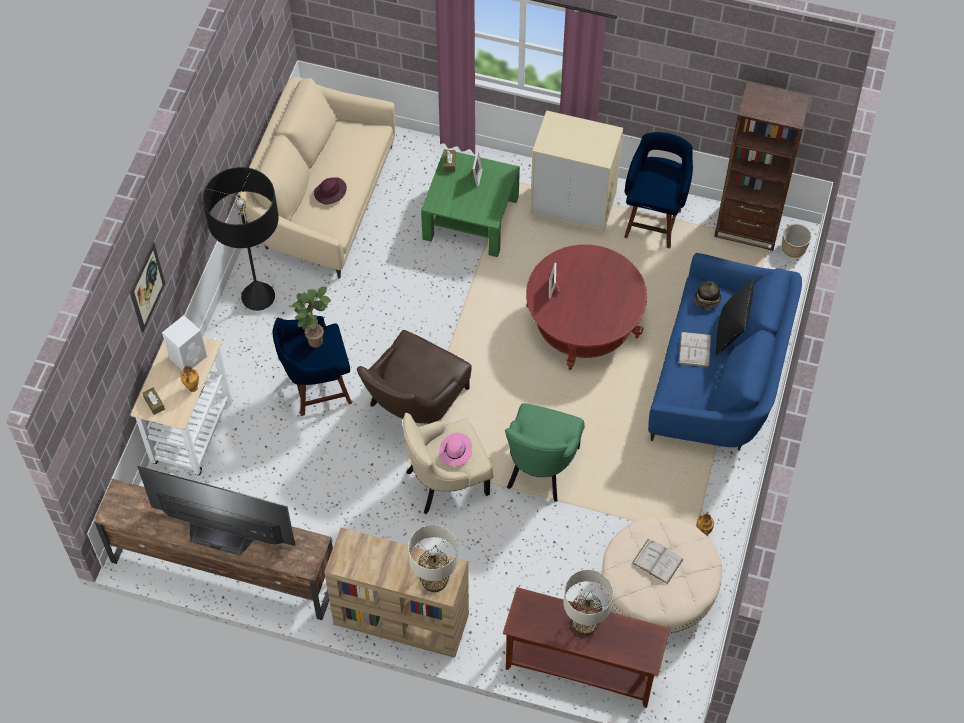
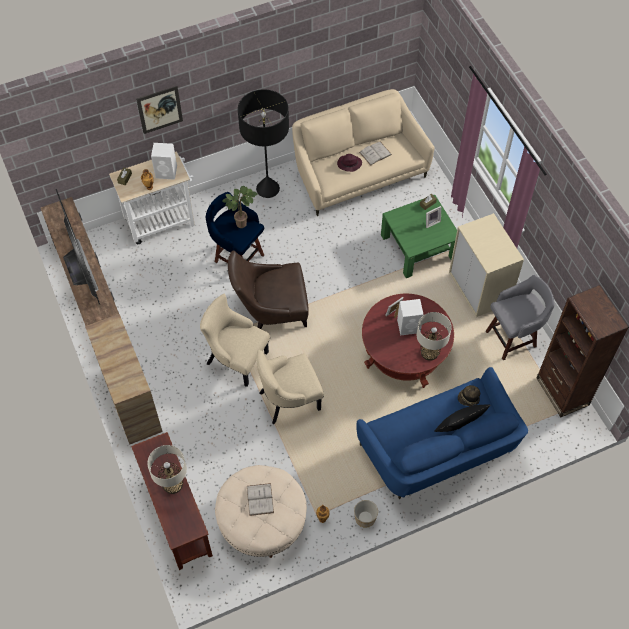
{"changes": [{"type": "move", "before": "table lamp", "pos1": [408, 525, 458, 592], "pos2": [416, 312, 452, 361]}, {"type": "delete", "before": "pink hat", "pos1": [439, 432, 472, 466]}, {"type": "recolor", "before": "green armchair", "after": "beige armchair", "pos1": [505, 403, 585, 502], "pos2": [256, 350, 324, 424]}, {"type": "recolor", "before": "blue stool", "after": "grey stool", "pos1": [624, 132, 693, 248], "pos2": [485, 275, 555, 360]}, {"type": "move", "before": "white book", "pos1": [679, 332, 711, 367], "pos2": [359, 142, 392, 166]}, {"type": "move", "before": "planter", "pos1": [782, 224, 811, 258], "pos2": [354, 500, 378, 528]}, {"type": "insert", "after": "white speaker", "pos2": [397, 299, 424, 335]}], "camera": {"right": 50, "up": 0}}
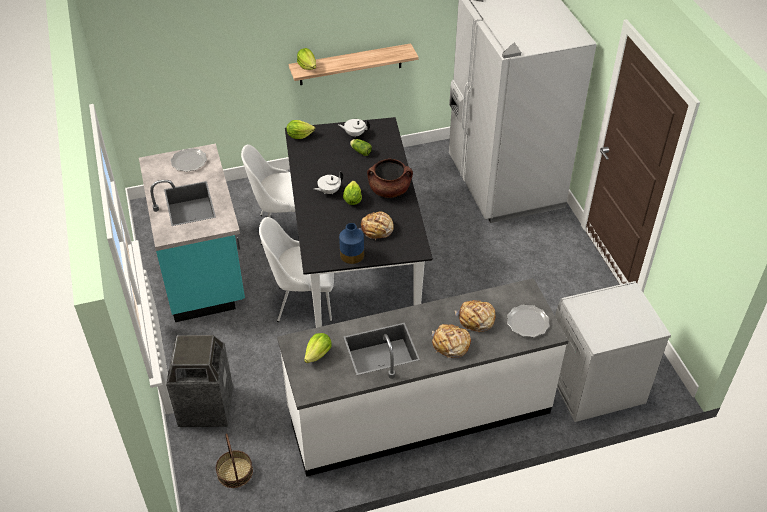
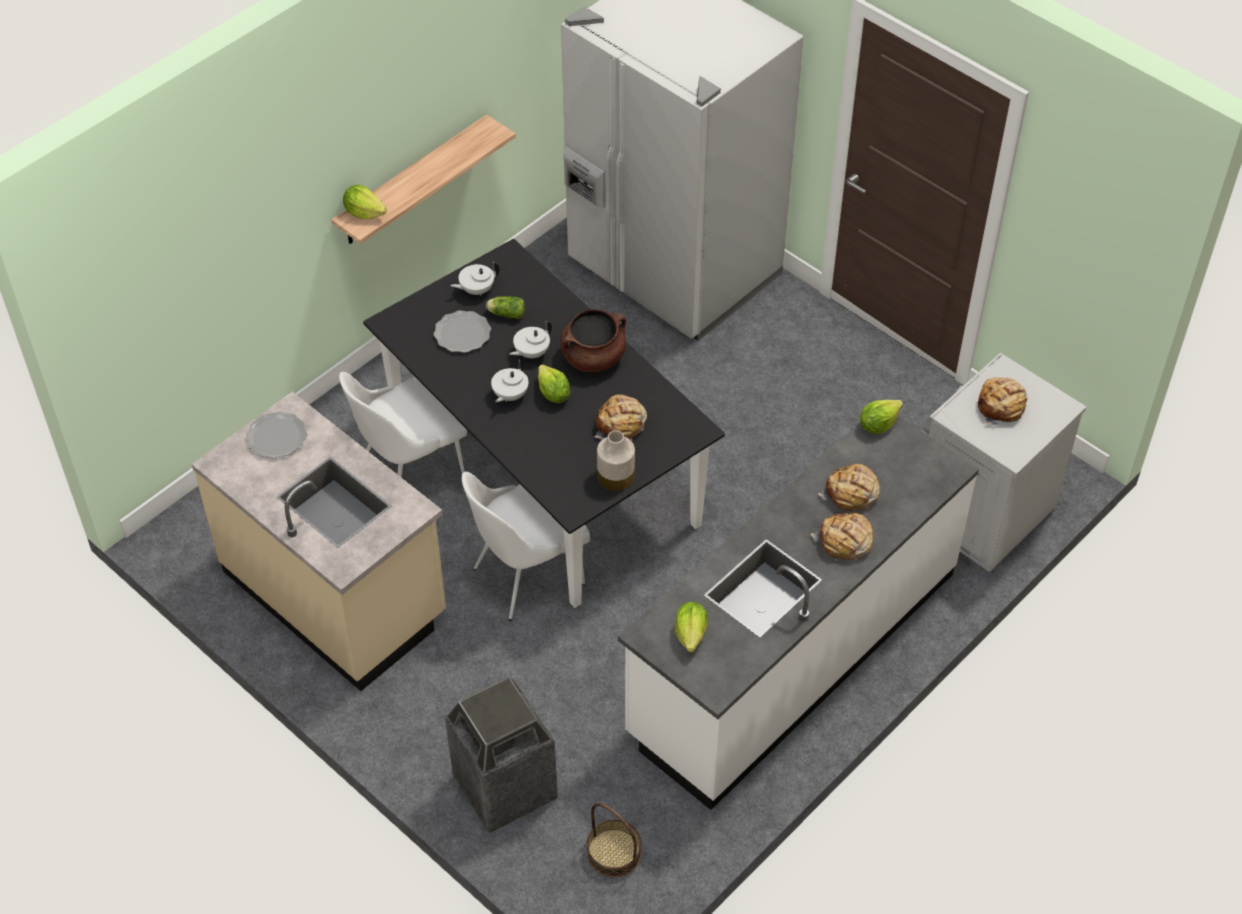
{"changes": [{"type": "recolor", "before": "turquoise counter", "after": "beige counter", "pos1": [139, 144, 245, 322], "pos2": [192, 392, 446, 691]}, {"type": "move", "before": "lettuce", "pos1": [286, 120, 315, 139], "pos2": [860, 400, 903, 434]}, {"type": "recolor", "before": "blue vase", "after": "beige vase", "pos1": [339, 223, 364, 264], "pos2": [597, 431, 635, 491]}, {"type": "move", "before": "plate", "pos1": [507, 305, 549, 337], "pos2": [434, 310, 491, 353]}, {"type": "insert", "after": "white teapot", "pos2": [509, 321, 552, 358]}, {"type": "insert", "after": "bread", "pos2": [978, 377, 1027, 425]}], "camera": {"right": -30, "up": 5}}
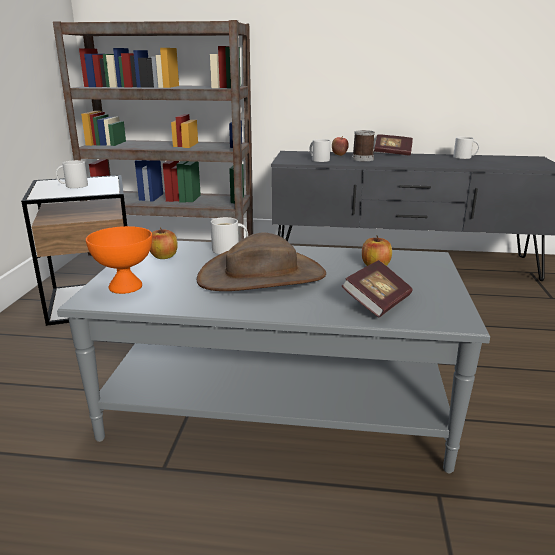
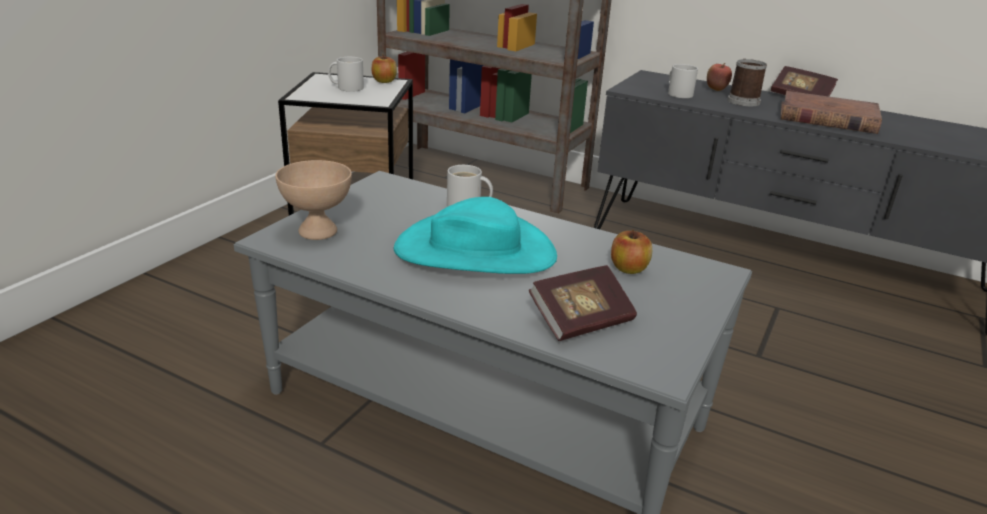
{"changes": [{"type": "recolor", "before": "orange bowl", "after": "beige bowl", "pos1": [86, 226, 152, 294], "pos2": [275, 160, 352, 240]}, {"type": "move", "before": "apple", "pos1": [150, 227, 177, 259], "pos2": [372, 54, 397, 83]}, {"type": "recolor", "before": "brown hat", "after": "turquoise hat", "pos1": [197, 232, 326, 291], "pos2": [394, 197, 557, 274]}, {"type": "delete", "before": "white mug", "pos1": [453, 137, 479, 159]}, {"type": "insert", "after": "brown book", "pos2": [781, 91, 882, 134]}], "camera": {"right": 20, "up": 5}}
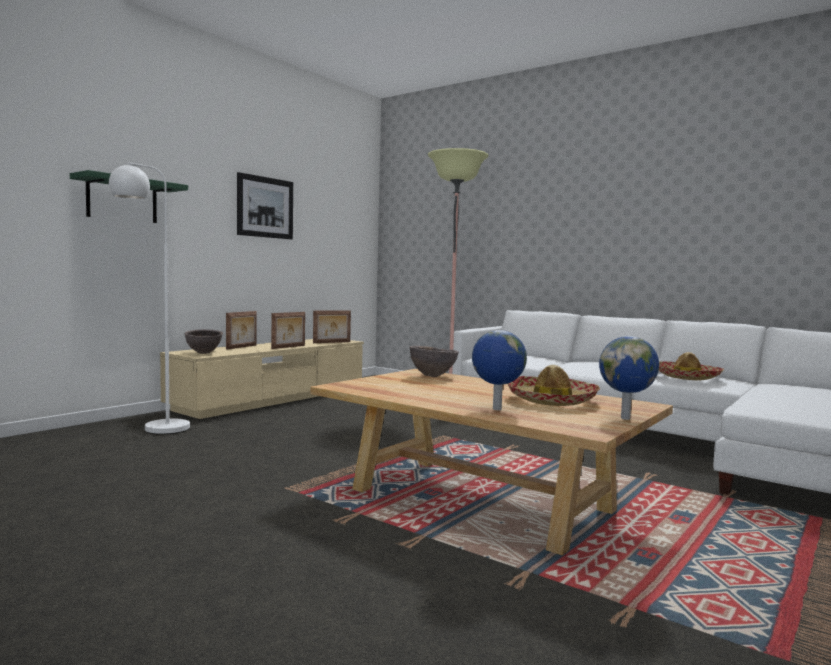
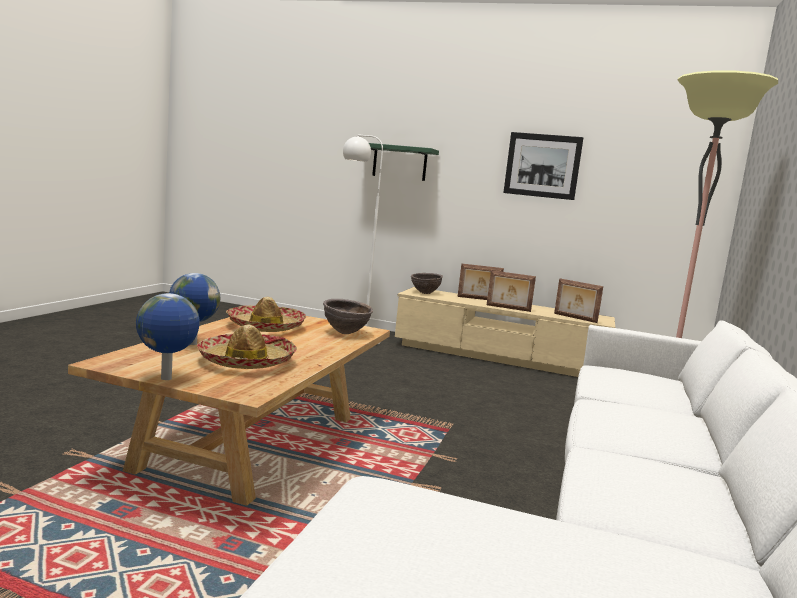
{"changes": [{"type": "move", "before": "hat", "pos1": [659, 352, 724, 380], "pos2": [226, 297, 306, 332]}], "camera": {"right": 70, "up": 5}}
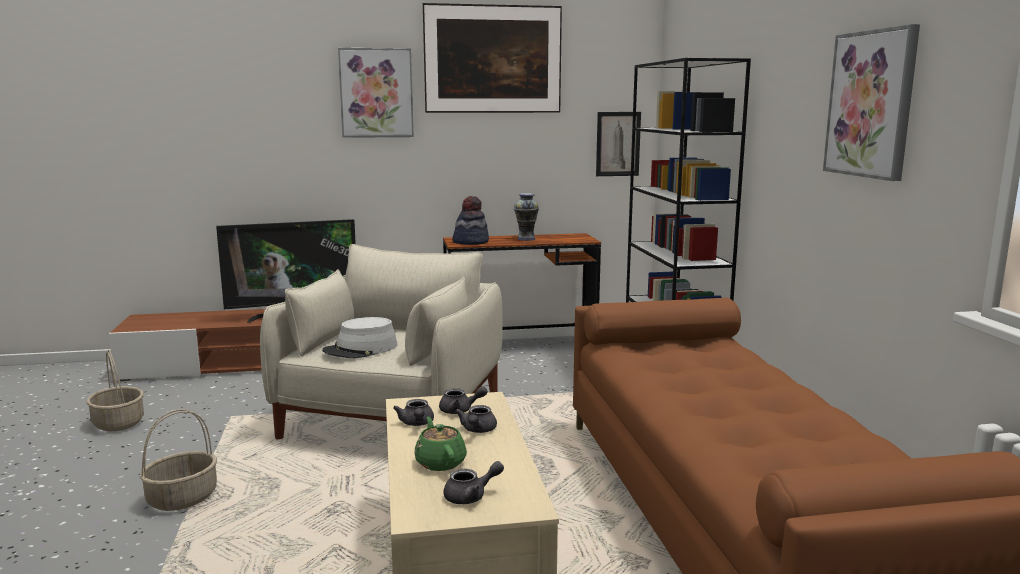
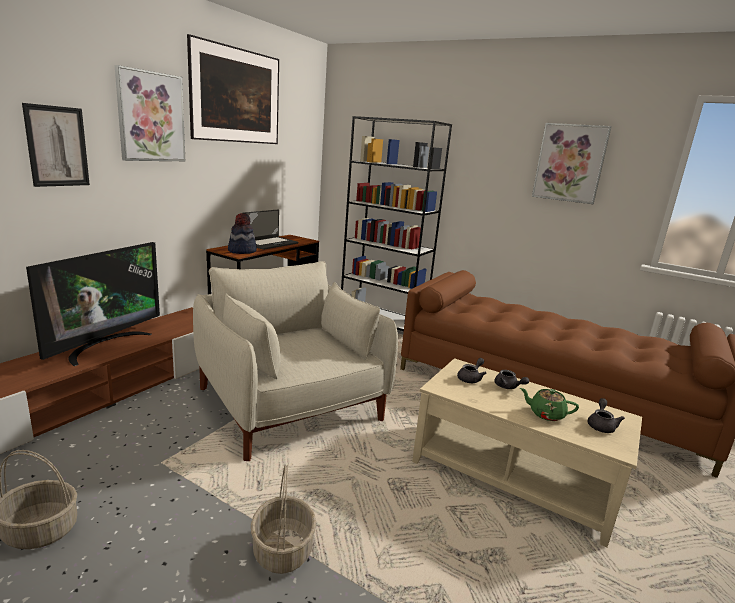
{"changes": [{"type": "delete", "before": "grey hat", "pos1": [322, 317, 398, 358]}, {"type": "delete", "before": "grey teapot", "pos1": [393, 399, 434, 426]}, {"type": "replace", "before": "vase", "after": "laptop", "pos1": [514, 193, 539, 241], "pos2": [244, 210, 298, 250]}, {"type": "move", "before": "picture", "pos1": [596, 112, 641, 176], "pos2": [22, 103, 90, 187]}], "camera": {"right": -50, "up": 5}}
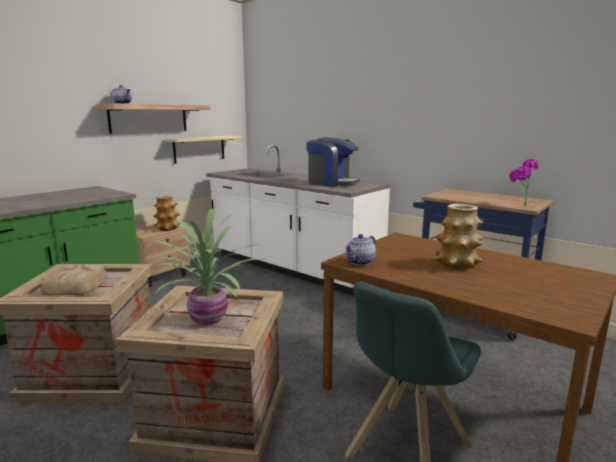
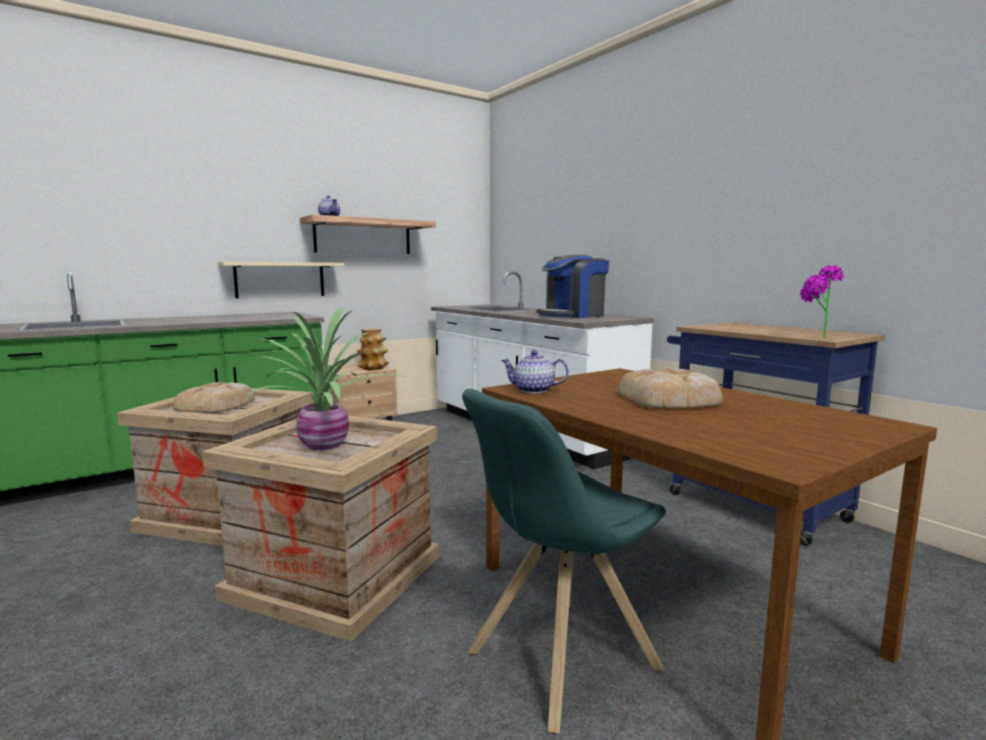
{"changes": [{"type": "move", "before": "beige shelf", "pos1": [164, 136, 242, 164], "pos2": [218, 262, 344, 298]}, {"type": "rotate", "before": "coffee machine", "pos1": [306, 137, 360, 187], "pos2": [536, 255, 609, 318], "turn": 105}, {"type": "rotate", "before": "teapot", "pos1": [345, 234, 376, 266], "pos2": [501, 351, 569, 393], "turn": 45}, {"type": "replace", "before": "vase", "after": "bread", "pos1": [435, 204, 483, 269], "pos2": [618, 369, 723, 409]}], "camera": {"right": 15, "up": -5}}
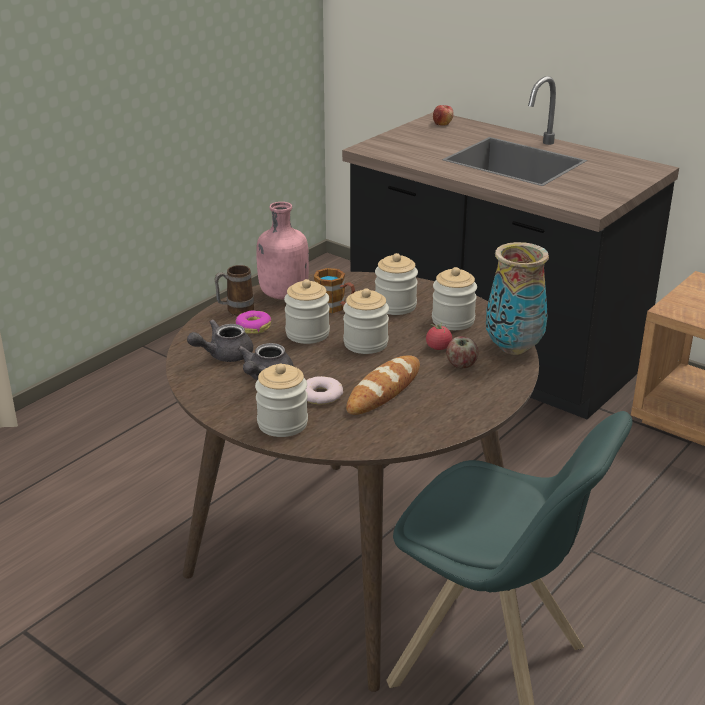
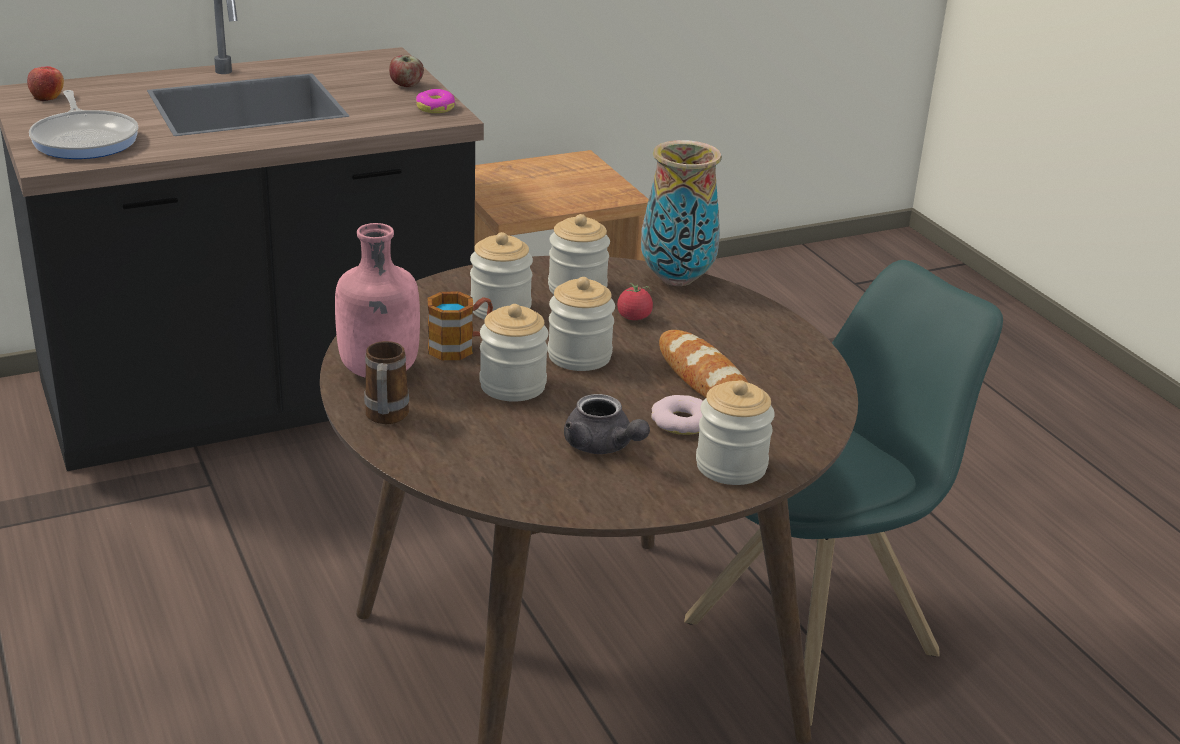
{"changes": [{"type": "delete", "before": "grey teapot", "pos1": [187, 319, 253, 362]}, {"type": "move", "before": "donut", "pos1": [236, 310, 271, 334], "pos2": [416, 89, 456, 113]}, {"type": "move", "before": "apple", "pos1": [446, 336, 479, 368], "pos2": [389, 55, 424, 87]}, {"type": "insert", "after": "frying pan", "pos2": [29, 90, 139, 159]}], "camera": {"right": -65, "up": 0}}
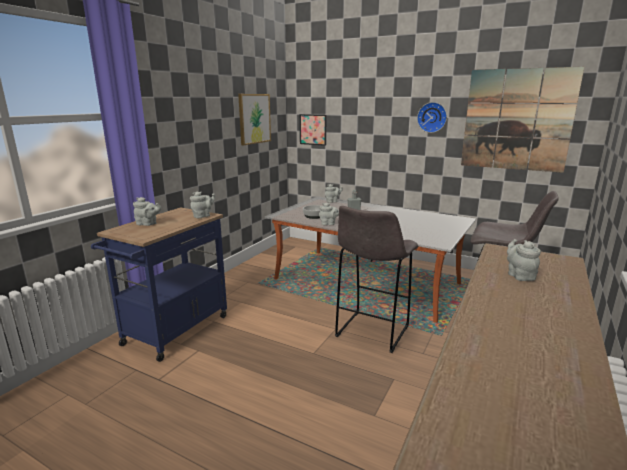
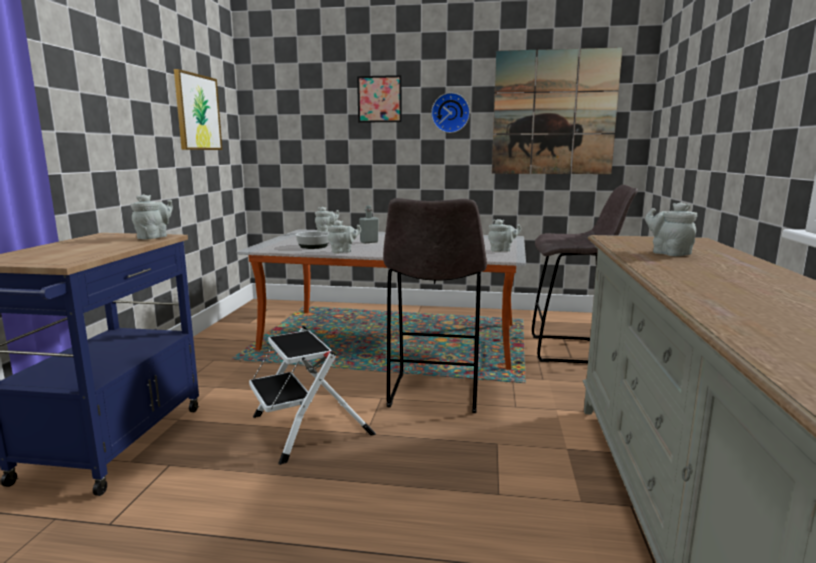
{"changes": [{"type": "move", "before": "grey teapot", "pos1": [133, 197, 161, 226], "pos2": [488, 219, 521, 252]}, {"type": "move", "before": "picture", "pos1": [300, 114, 326, 146], "pos2": [357, 75, 402, 122]}, {"type": "insert", "after": "step ladder", "pos2": [249, 326, 376, 465]}], "camera": {"right": -20, "up": -5}}
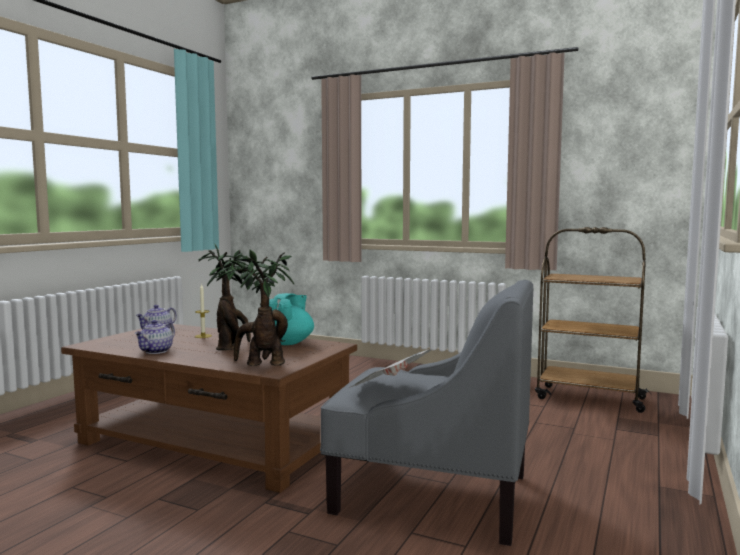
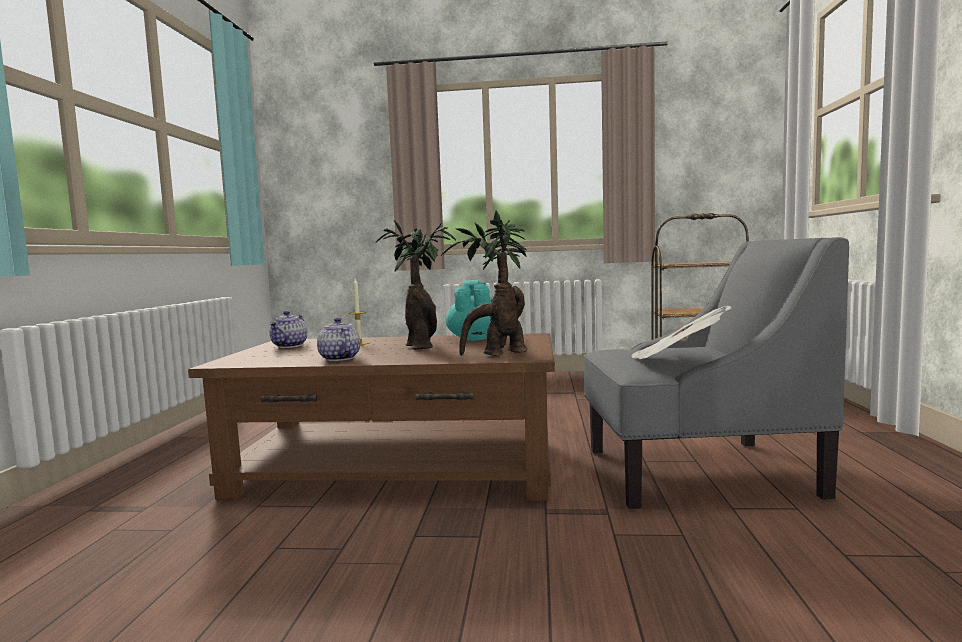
{"changes": [{"type": "rotate", "before": "teapot", "pos1": [134, 320, 175, 354], "pos2": [317, 318, 360, 361], "turn": 150}], "camera": {"right": -20, "up": 0}}
